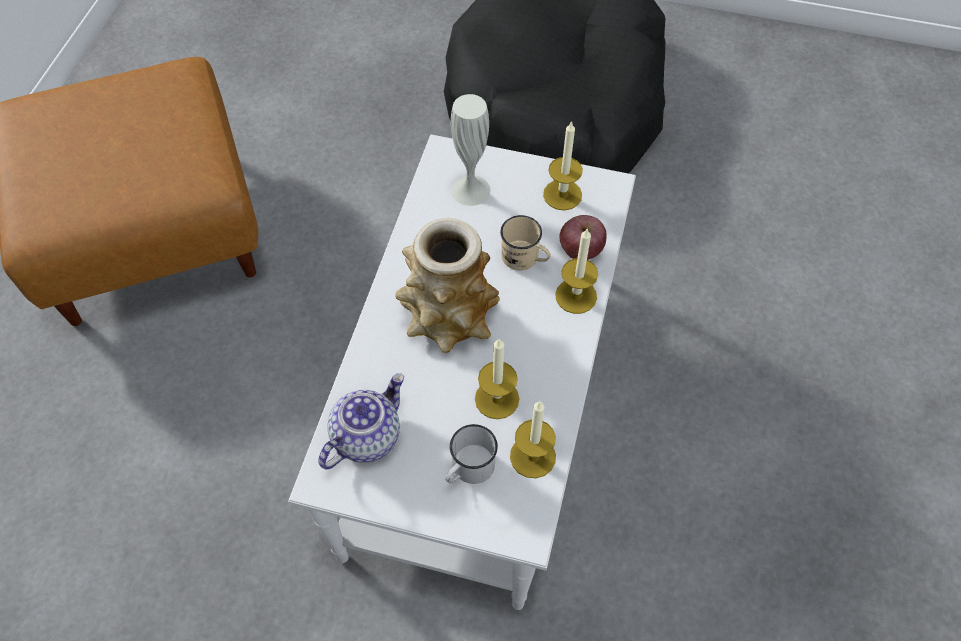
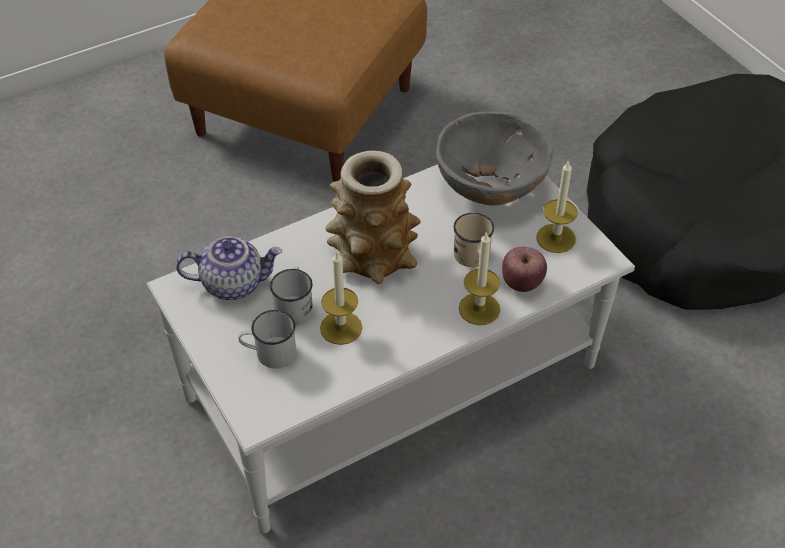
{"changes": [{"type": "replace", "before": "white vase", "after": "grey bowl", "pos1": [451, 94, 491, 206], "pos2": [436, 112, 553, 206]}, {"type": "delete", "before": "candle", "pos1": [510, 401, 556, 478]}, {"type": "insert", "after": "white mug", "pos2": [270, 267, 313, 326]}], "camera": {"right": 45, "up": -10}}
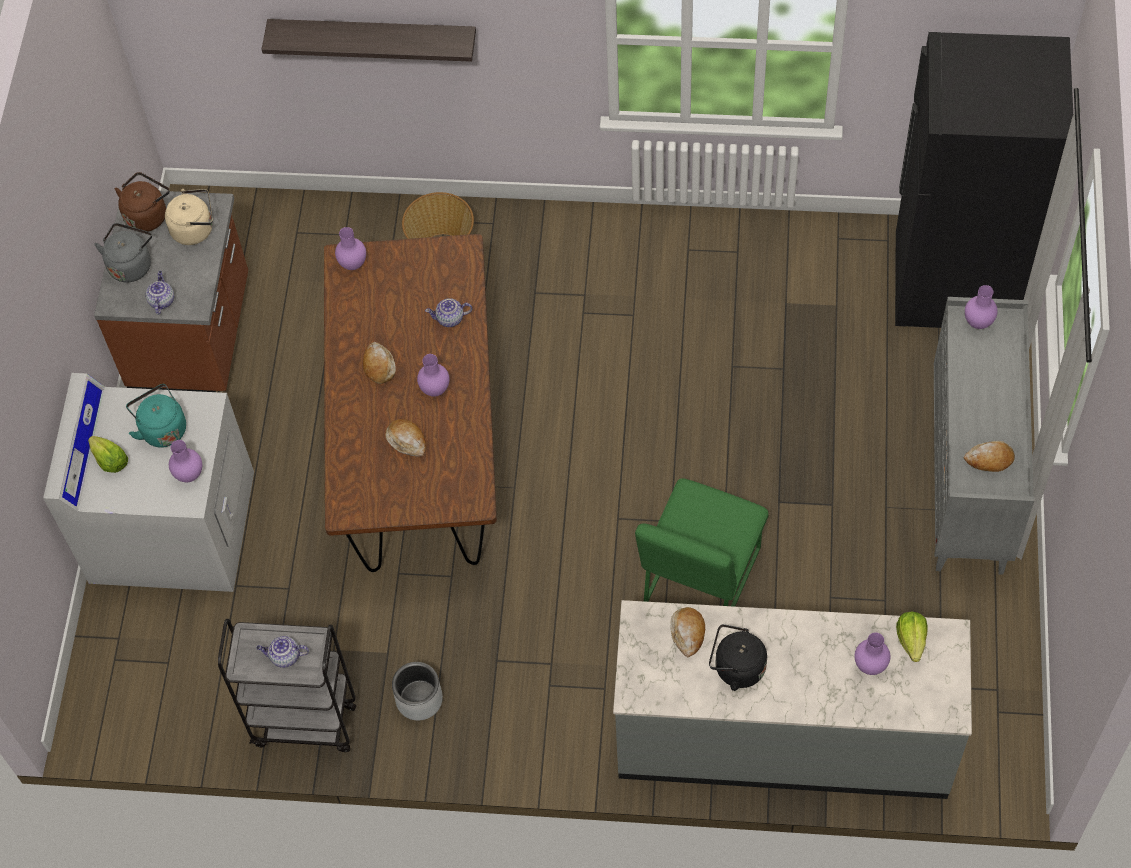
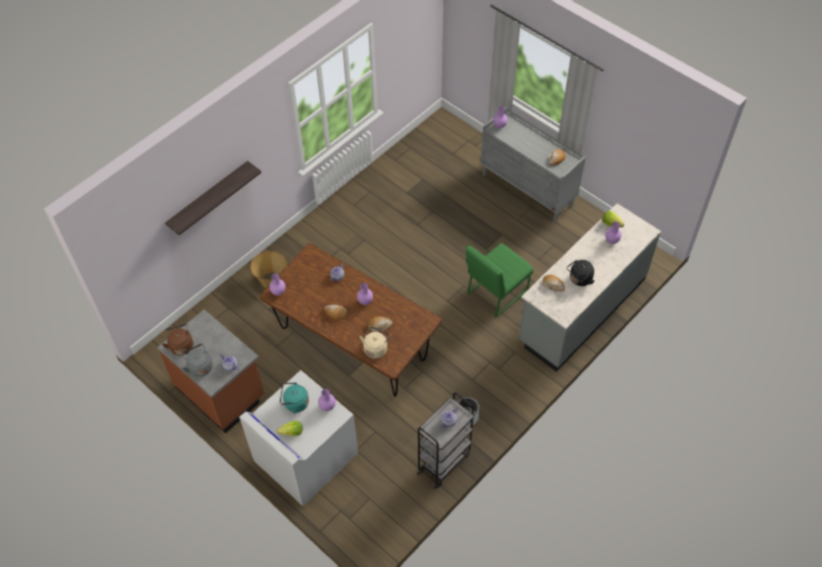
{"changes": [{"type": "move", "before": "beige kettle", "pos1": [165, 189, 213, 245], "pos2": [359, 327, 391, 359]}, {"type": "rotate", "before": "green chair", "pos1": [635, 478, 768, 607], "pos2": [466, 243, 534, 318], "turn": 75}, {"type": "delete", "before": "black fridge", "pos1": [895, 32, 1073, 328]}], "camera": {"right": -55, "up": -5}}
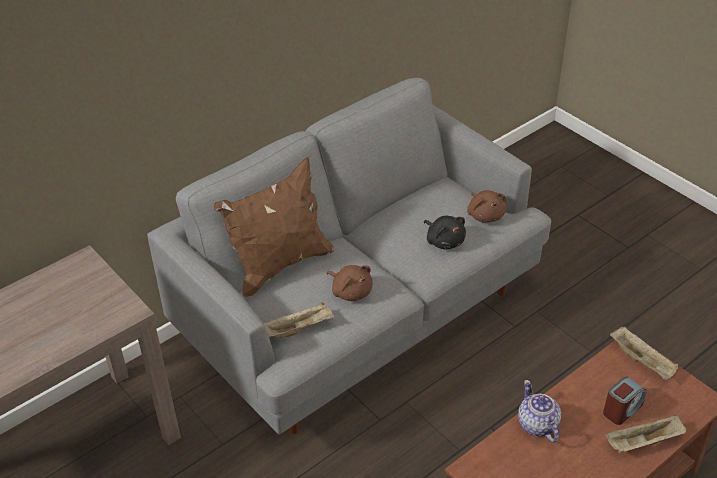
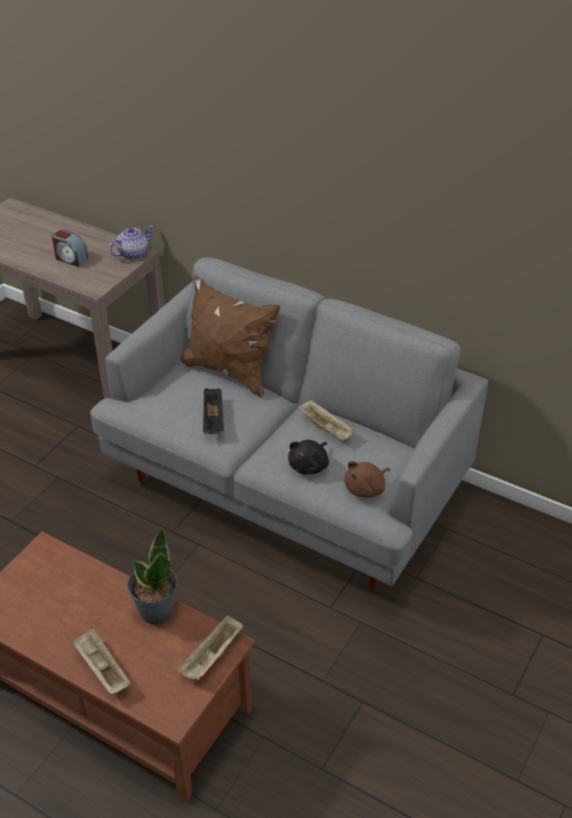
{"changes": [{"type": "move", "before": "beige tray", "pos1": [264, 302, 335, 338], "pos2": [298, 400, 354, 441]}, {"type": "replace", "before": "brown plush toy", "after": "black tray", "pos1": [327, 265, 373, 301], "pos2": [203, 388, 224, 434]}, {"type": "move", "before": "teapot", "pos1": [518, 380, 561, 443], "pos2": [109, 225, 153, 260]}, {"type": "move", "before": "alarm clock", "pos1": [603, 377, 647, 425], "pos2": [52, 230, 88, 267]}, {"type": "insert", "after": "potted plant", "pos2": [127, 528, 178, 624]}], "camera": {"right": 70, "up": 0}}
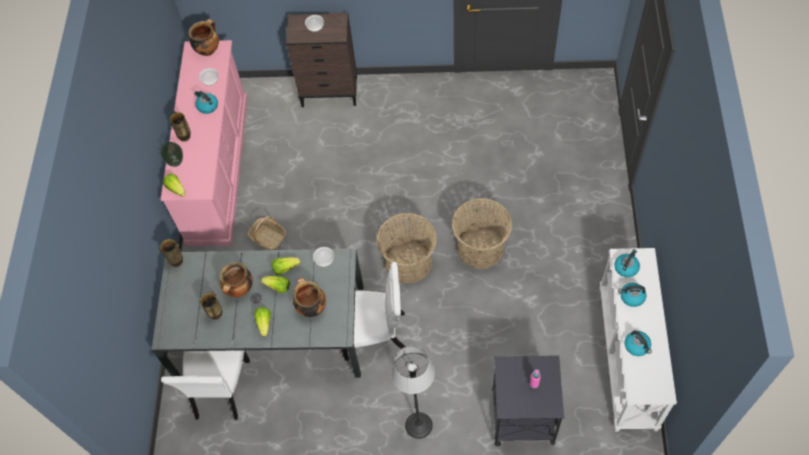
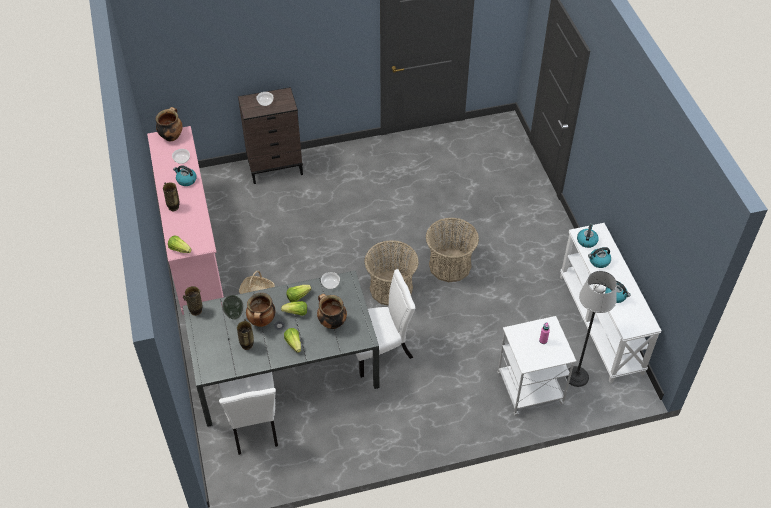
{"changes": [{"type": "move", "before": "vase", "pos1": [160, 142, 183, 167], "pos2": [222, 295, 243, 320]}, {"type": "move", "before": "floor lamp", "pos1": [391, 346, 435, 439], "pos2": [565, 271, 617, 387]}, {"type": "recolor", "before": "black cart", "after": "white cart", "pos1": [492, 355, 564, 446], "pos2": [497, 316, 576, 416]}], "camera": {"right": -20, "up": -10}}
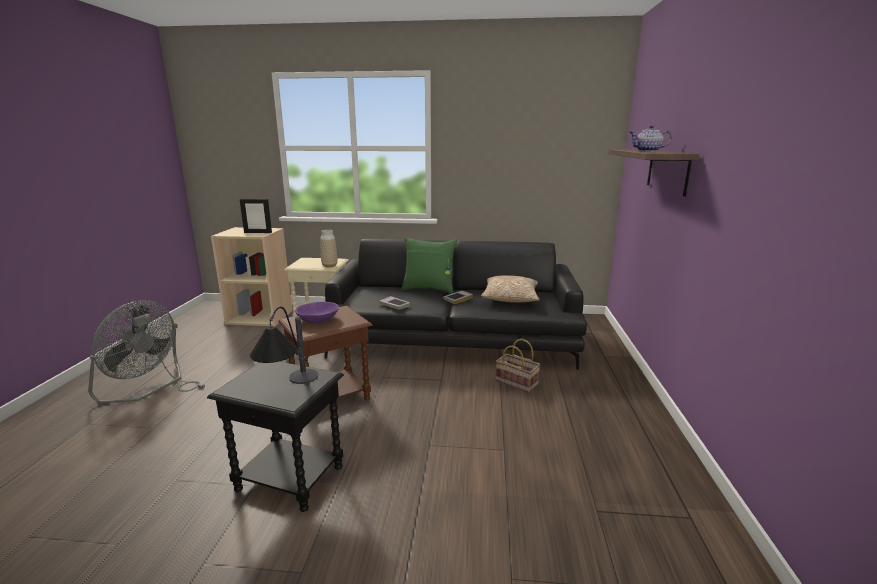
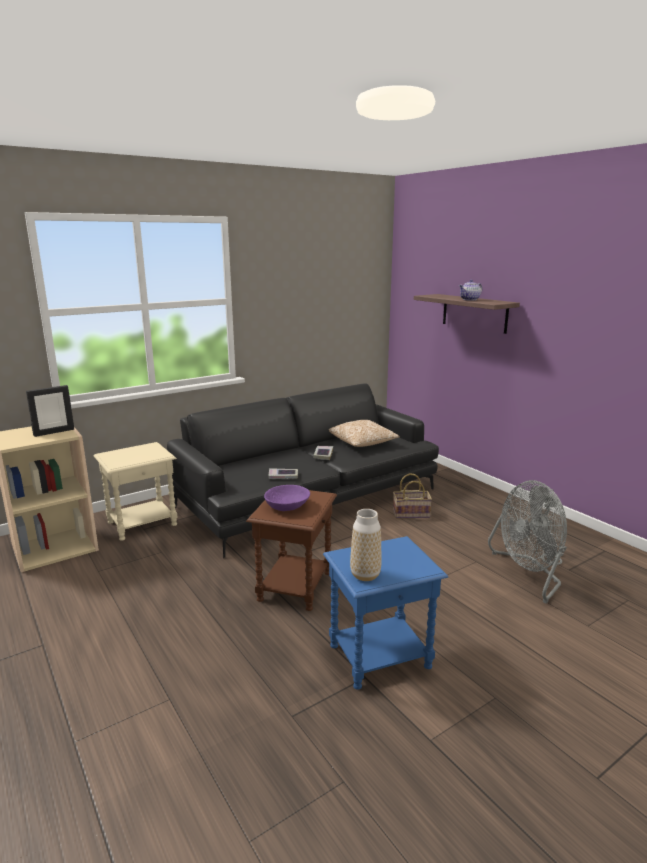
{"changes": [{"type": "move", "before": "grey fan", "pos1": [88, 300, 205, 405], "pos2": [488, 480, 567, 603]}, {"type": "recolor", "before": "black side table", "after": "blue side table", "pos1": [207, 361, 344, 512], "pos2": [323, 536, 449, 690]}, {"type": "delete", "before": "table lamp", "pos1": [250, 307, 318, 384]}, {"type": "move", "before": "vase", "pos1": [320, 230, 338, 267], "pos2": [350, 509, 382, 581]}, {"type": "delete", "before": "green pillow", "pos1": [401, 237, 457, 294]}], "camera": {"right": -40, "up": 0}}
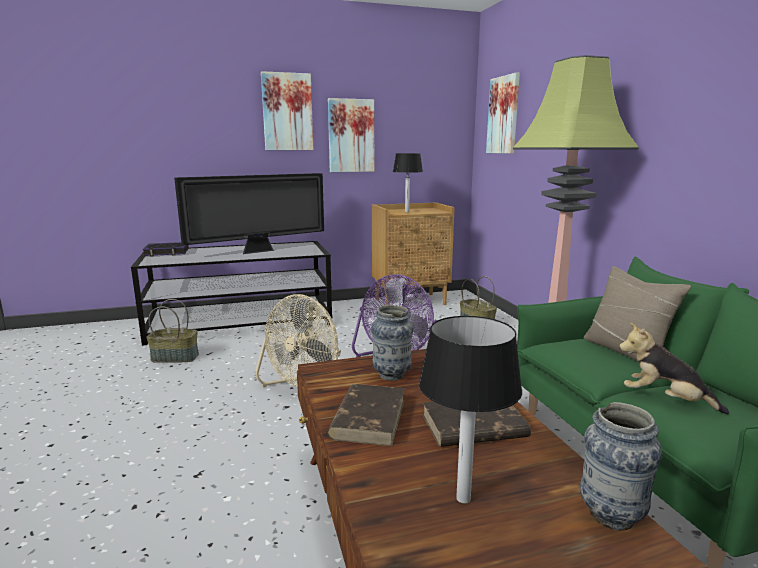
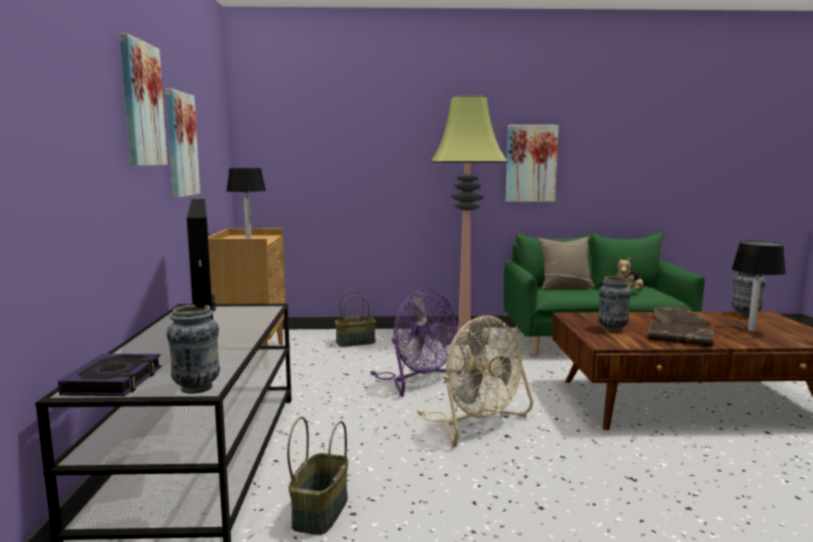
{"changes": [{"type": "move", "before": "picture", "pos1": [486, 73, 520, 154], "pos2": [506, 125, 559, 202]}, {"type": "insert", "after": "vase", "pos2": [166, 304, 220, 394]}], "camera": {"right": -75, "up": -5}}
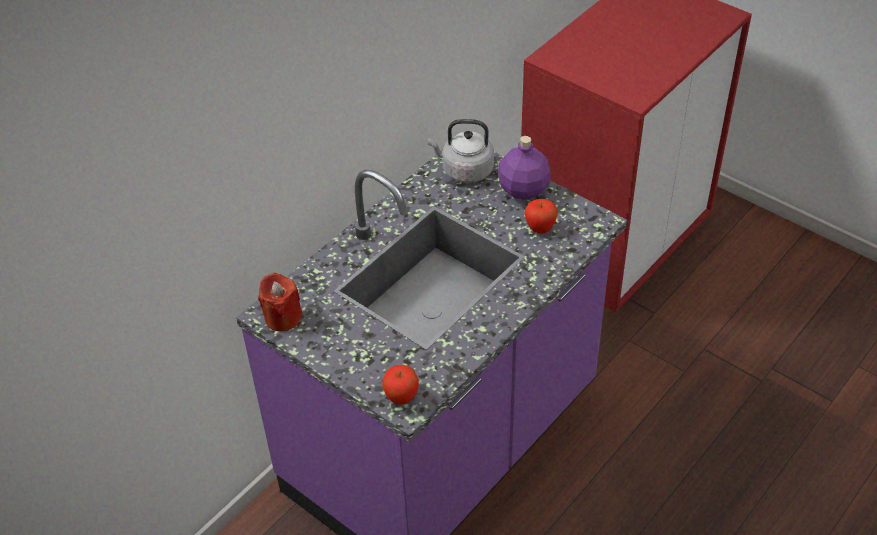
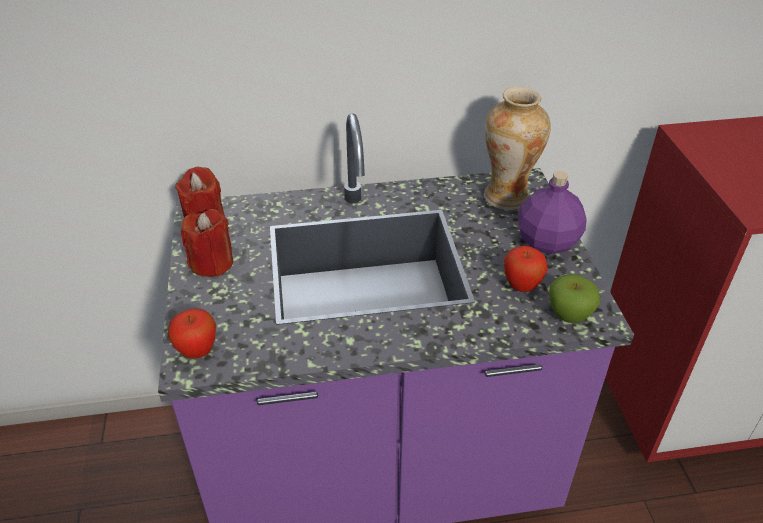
{"changes": [{"type": "replace", "before": "grey kettle", "after": "vase", "pos1": [428, 119, 494, 183], "pos2": [484, 87, 551, 210]}, {"type": "insert", "after": "red candle", "pos2": [181, 209, 233, 277]}, {"type": "insert", "after": "apple", "pos2": [549, 274, 600, 323]}], "camera": {"right": 40, "up": -5}}
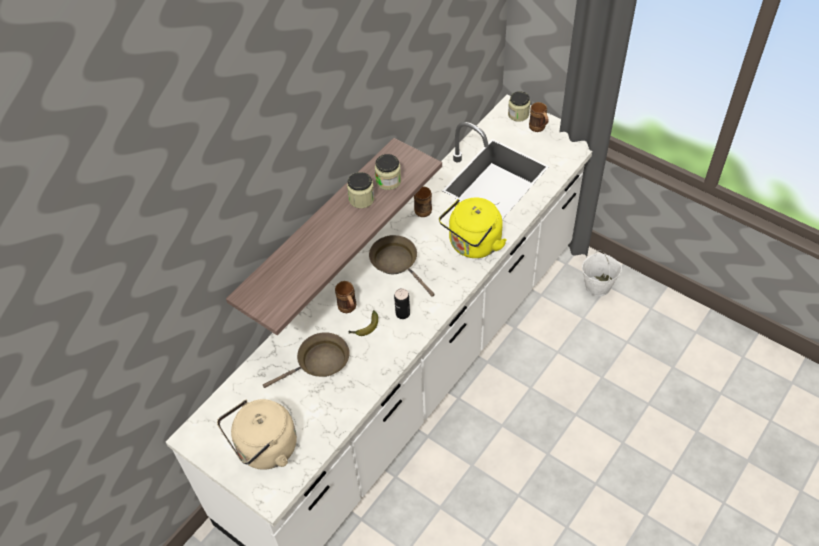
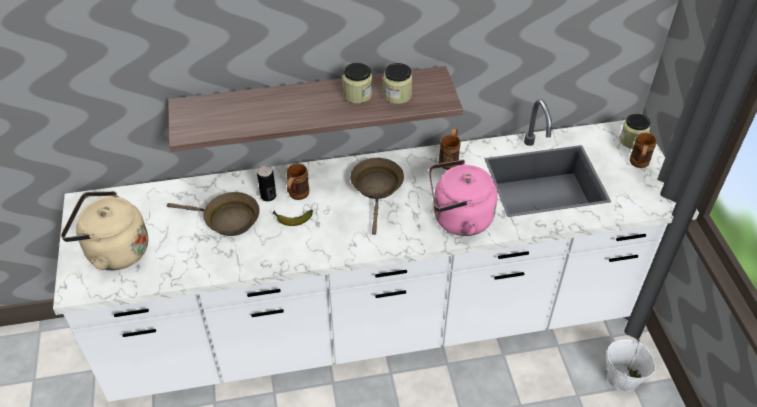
{"changes": [{"type": "move", "before": "can", "pos1": [394, 288, 410, 319], "pos2": [257, 166, 276, 201]}, {"type": "recolor", "before": "yellow kettle", "after": "pink kettle", "pos1": [439, 197, 507, 258], "pos2": [429, 160, 498, 236]}], "camera": {"right": 40, "up": -5}}
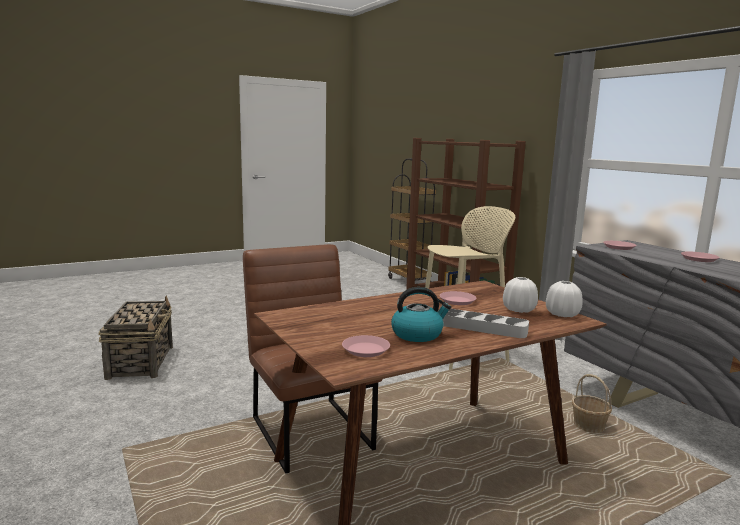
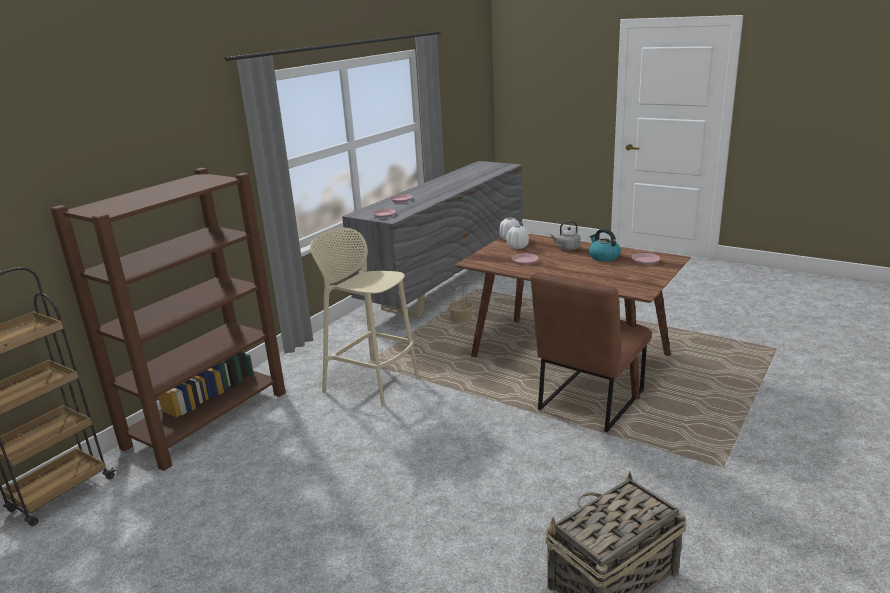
{"changes": [{"type": "replace", "before": "grey tray", "after": "grey kettle", "pos1": [443, 309, 529, 338], "pos2": [550, 221, 581, 250]}], "camera": {"right": -115, "up": 10}}
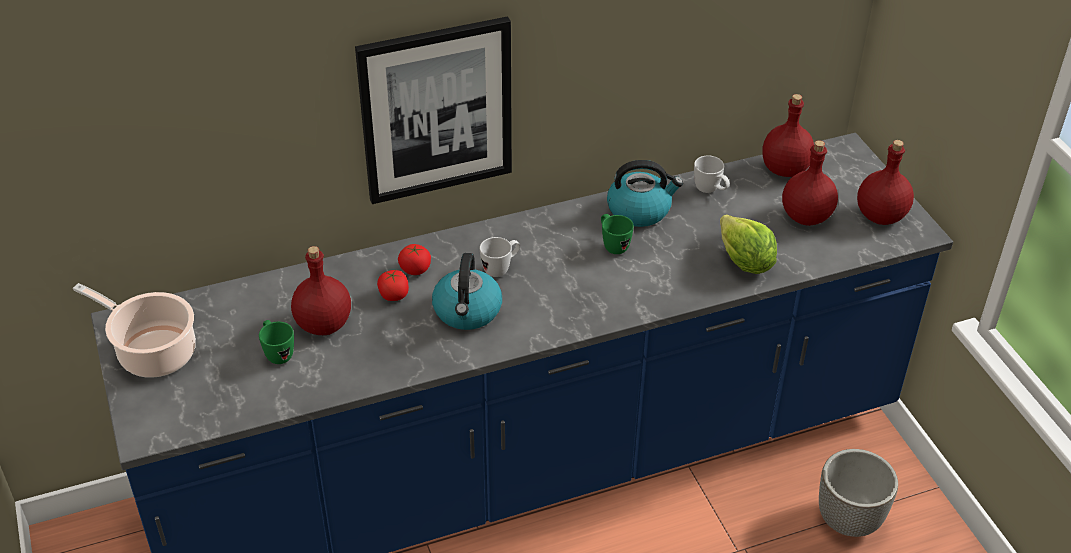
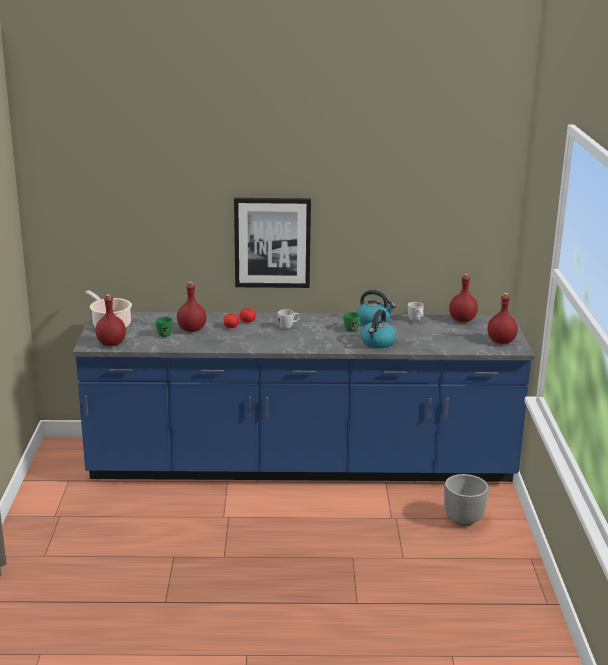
{"changes": [{"type": "move", "before": "kettle", "pos1": [432, 253, 502, 330], "pos2": [360, 310, 397, 348]}, {"type": "delete", "before": "lettuce", "pos1": [720, 214, 777, 274]}, {"type": "move", "before": "red bottle", "pos1": [782, 140, 838, 226], "pos2": [95, 294, 126, 346]}], "camera": {"right": 20, "up": -20}}
